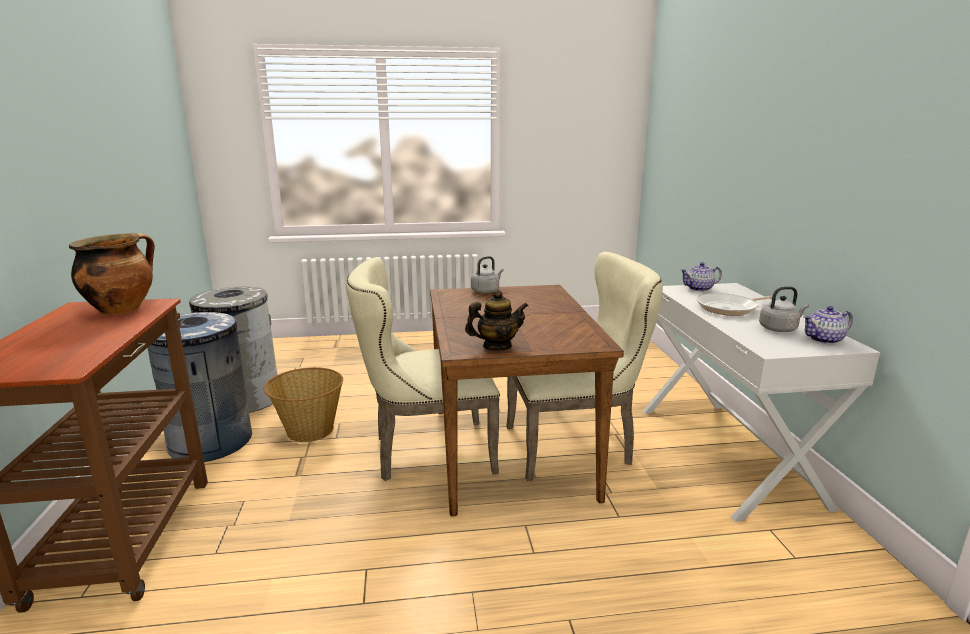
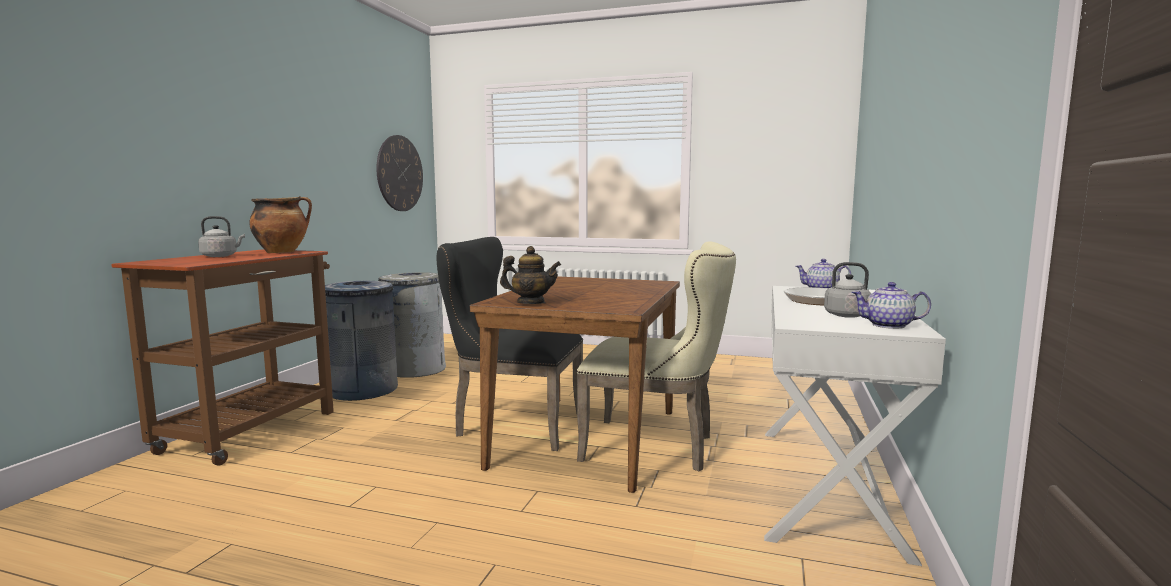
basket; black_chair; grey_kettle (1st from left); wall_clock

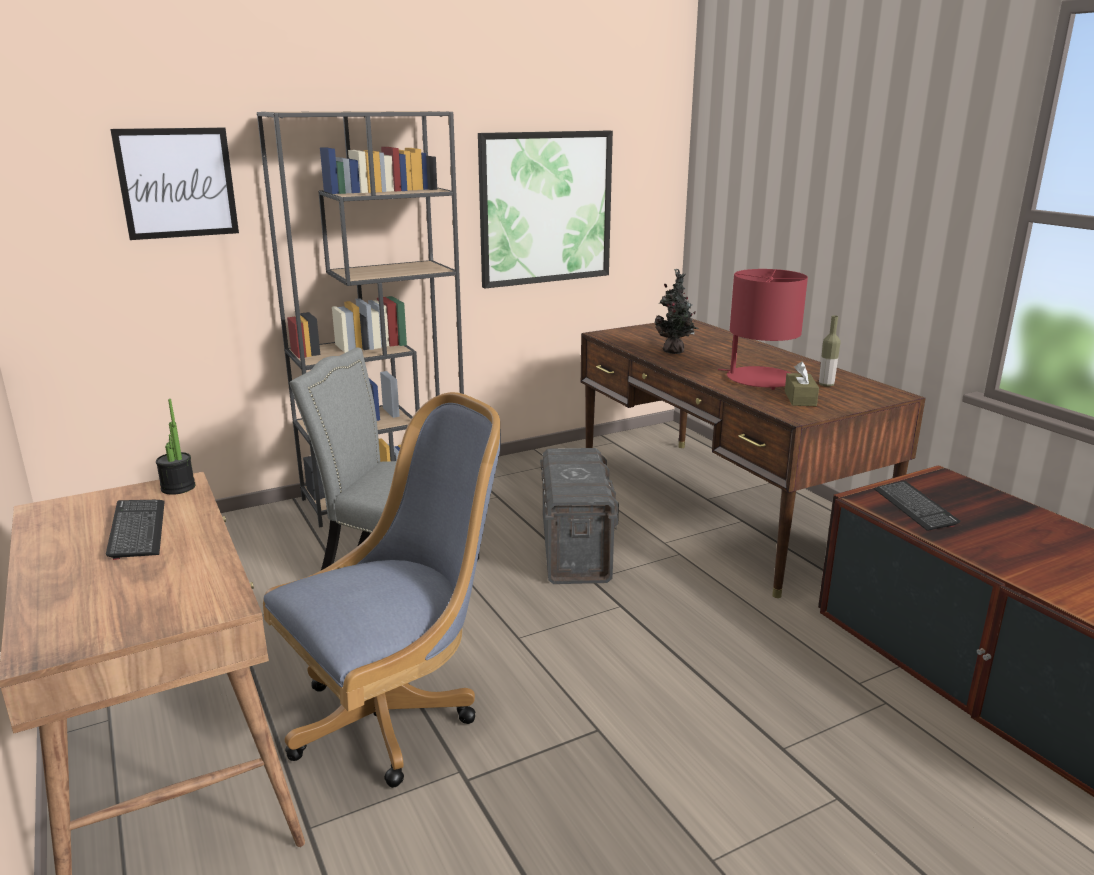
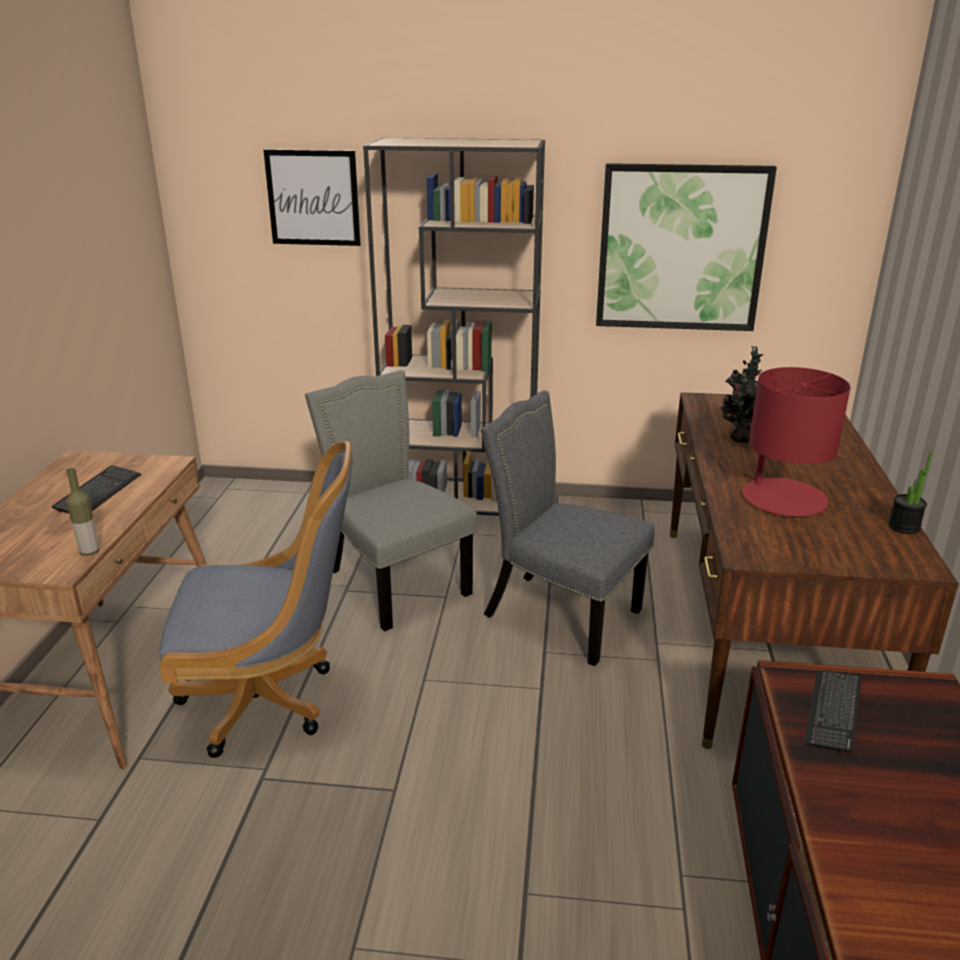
potted_plant (2nd from left); grey_chair (2nd from left); brown_tissue_box; bottle

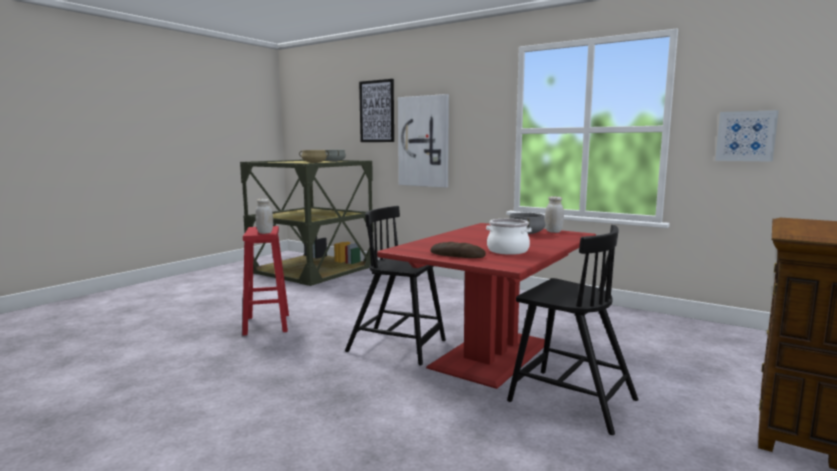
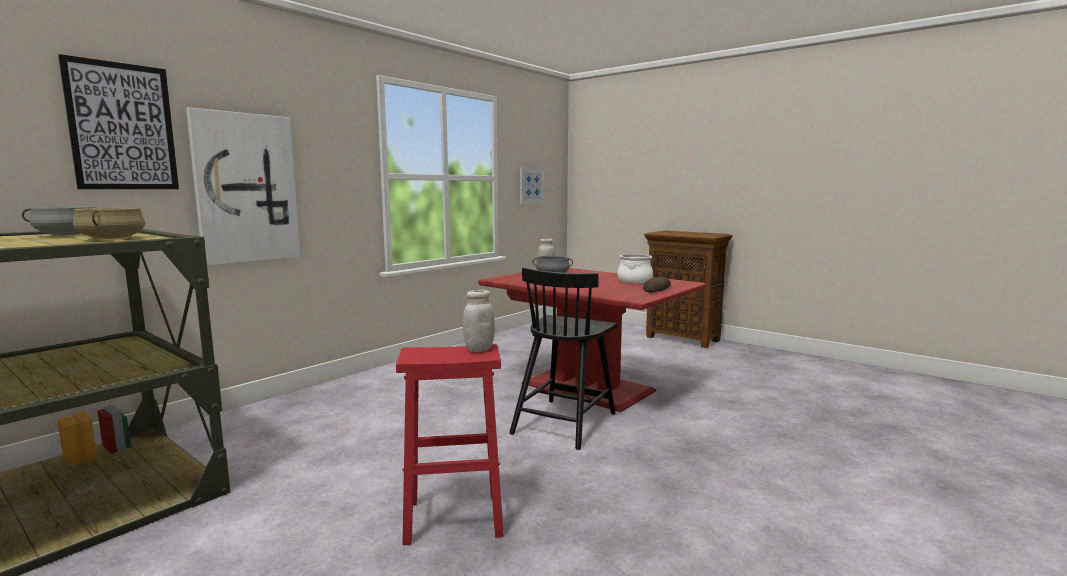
black_chair (2nd from left in the first image)

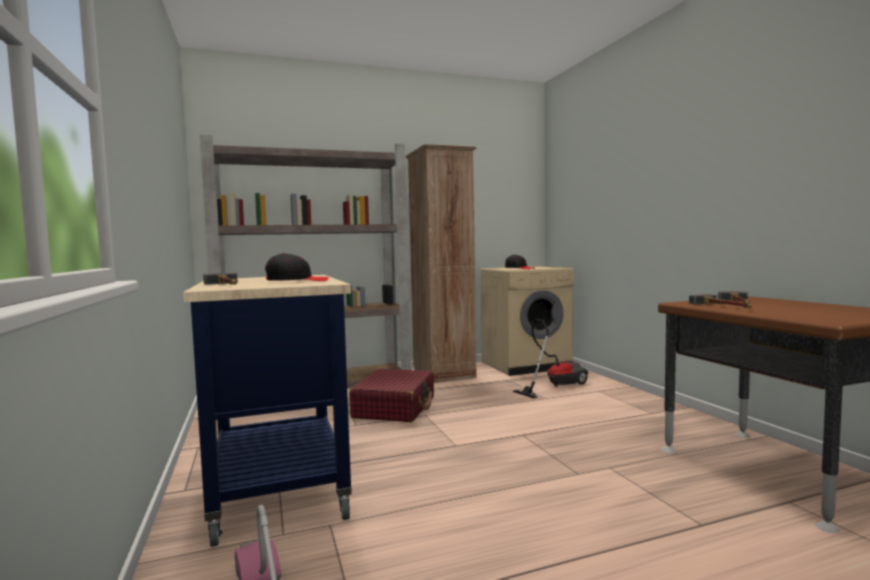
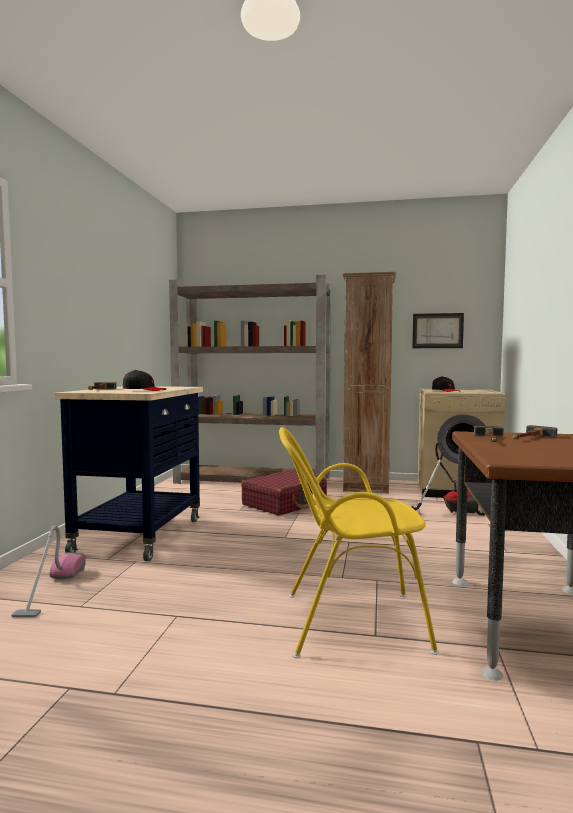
yellow_chair; picture

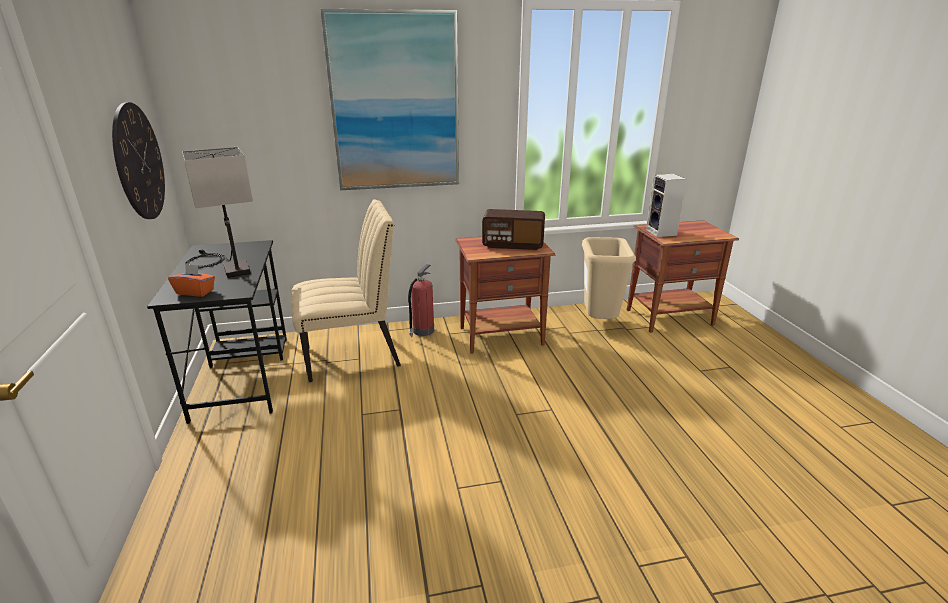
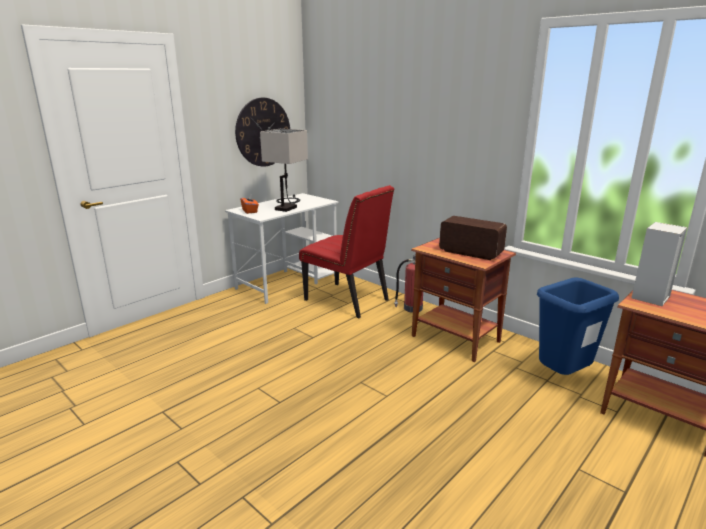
white_desk; red_chair; picture; radio; blue_trash_can

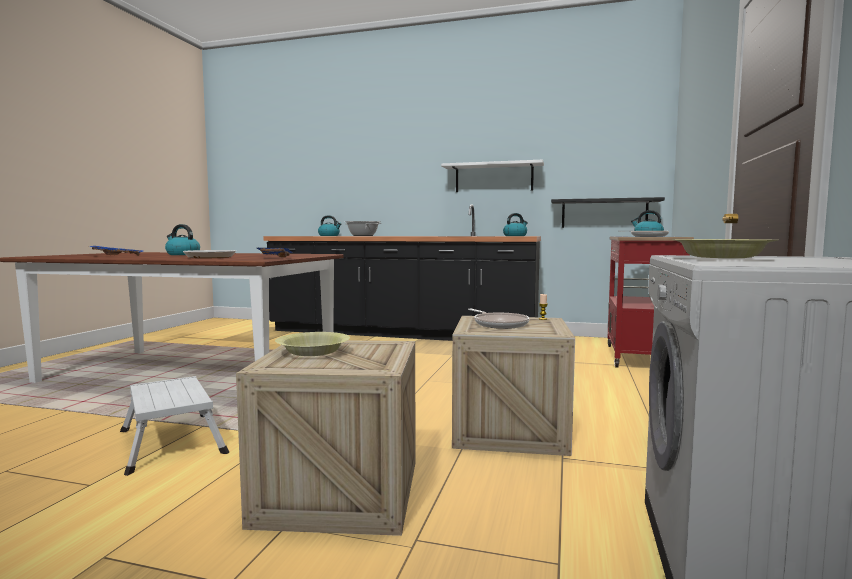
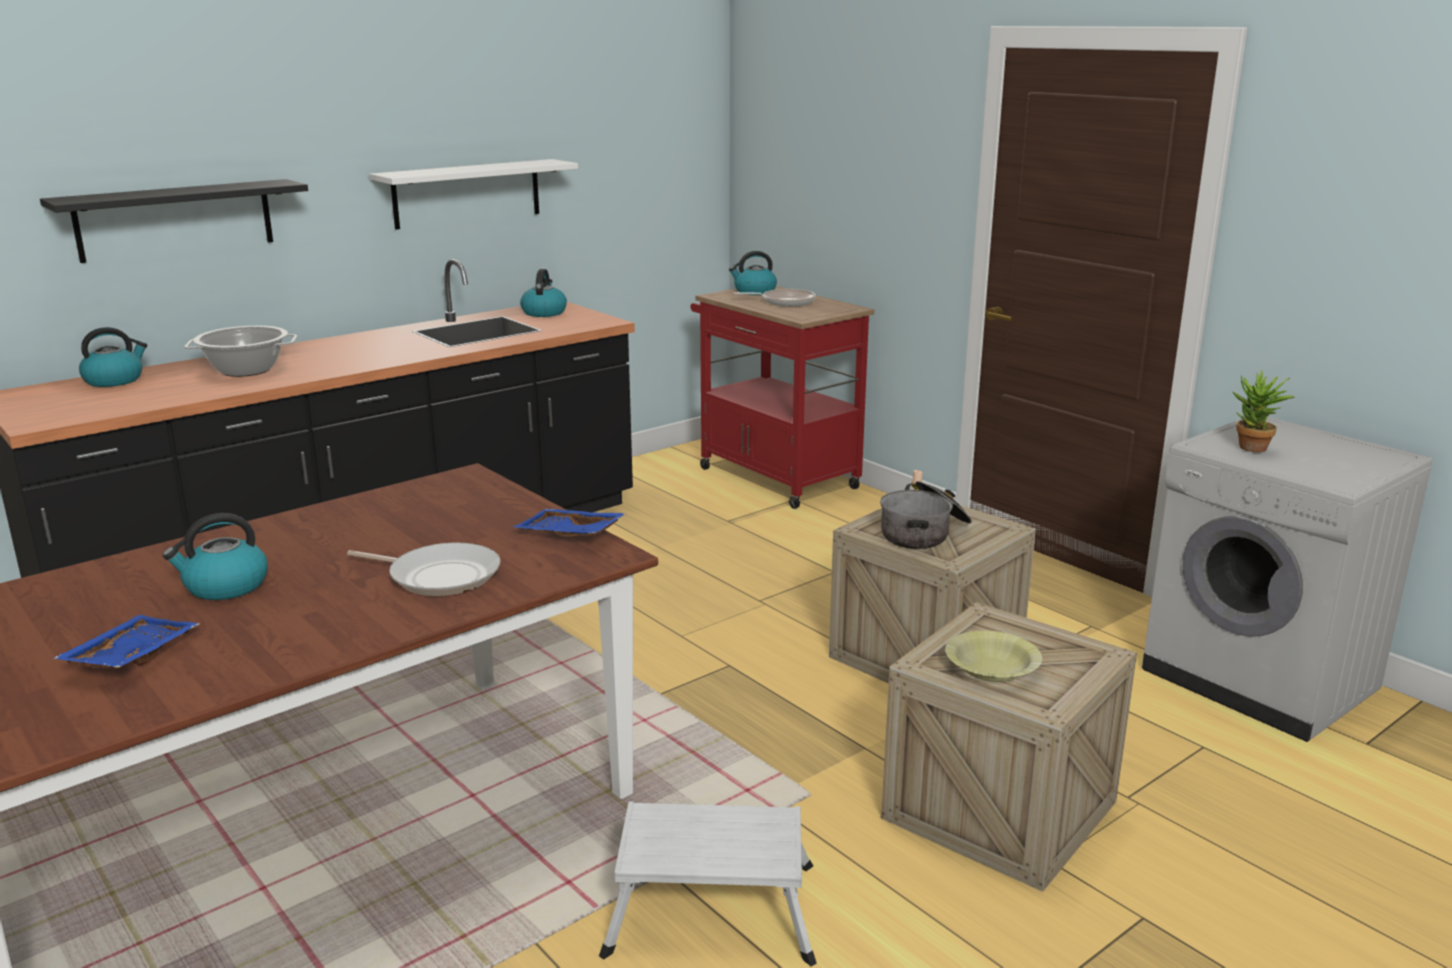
cooking_pot (2nd from left); black_shelf; potted_plant

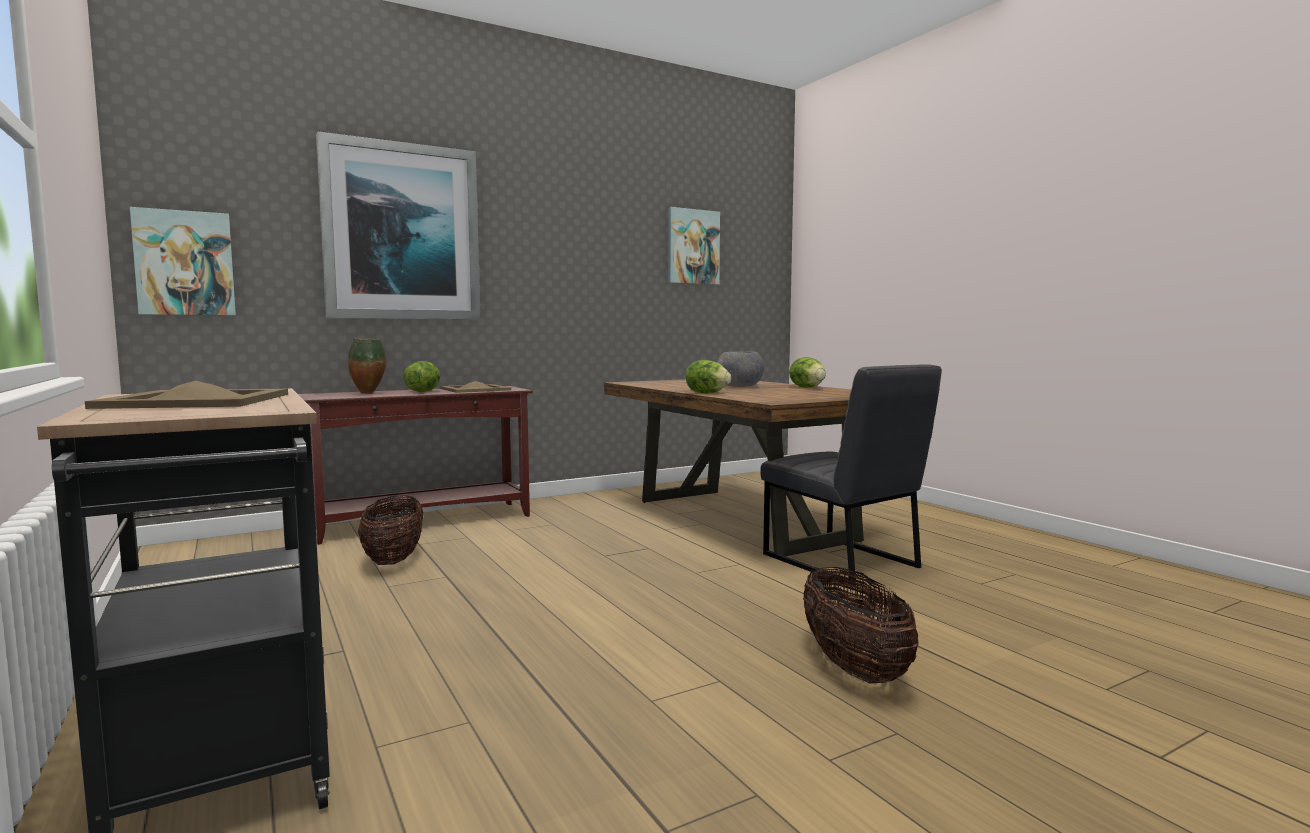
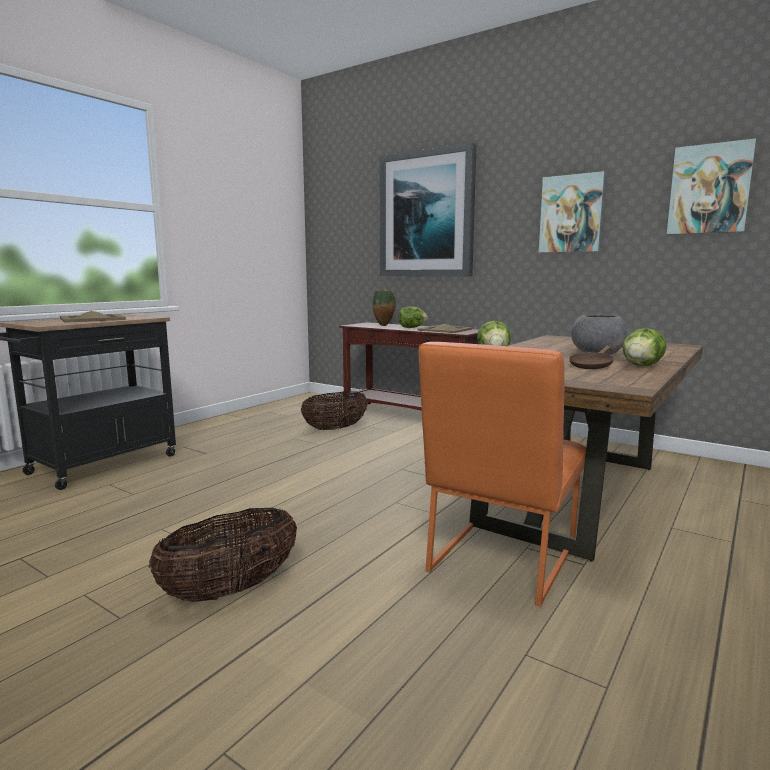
picture (2nd from left); orange_chair; brown_frying_pan

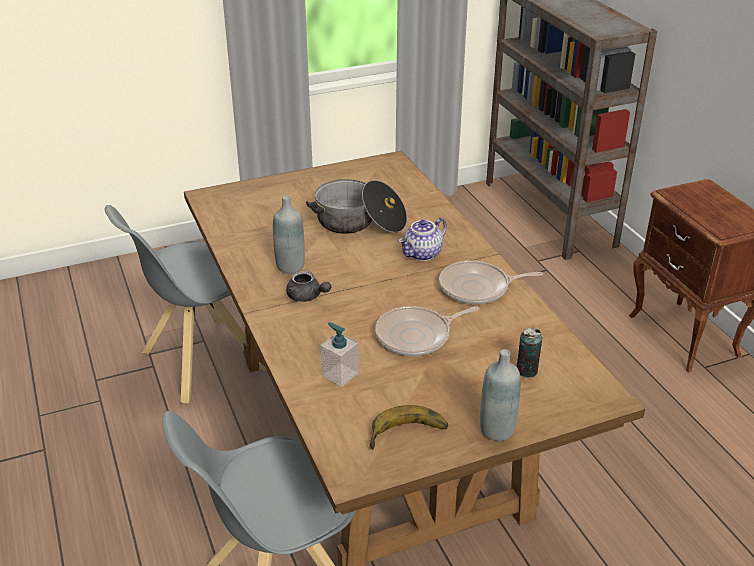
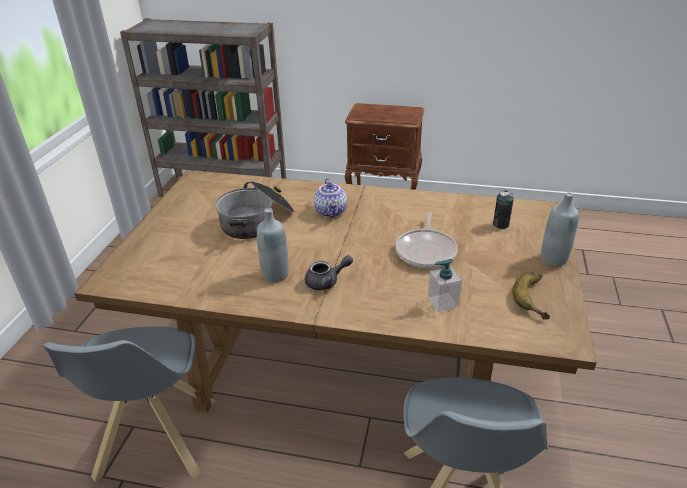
frying_pan (2nd from left in the first image)

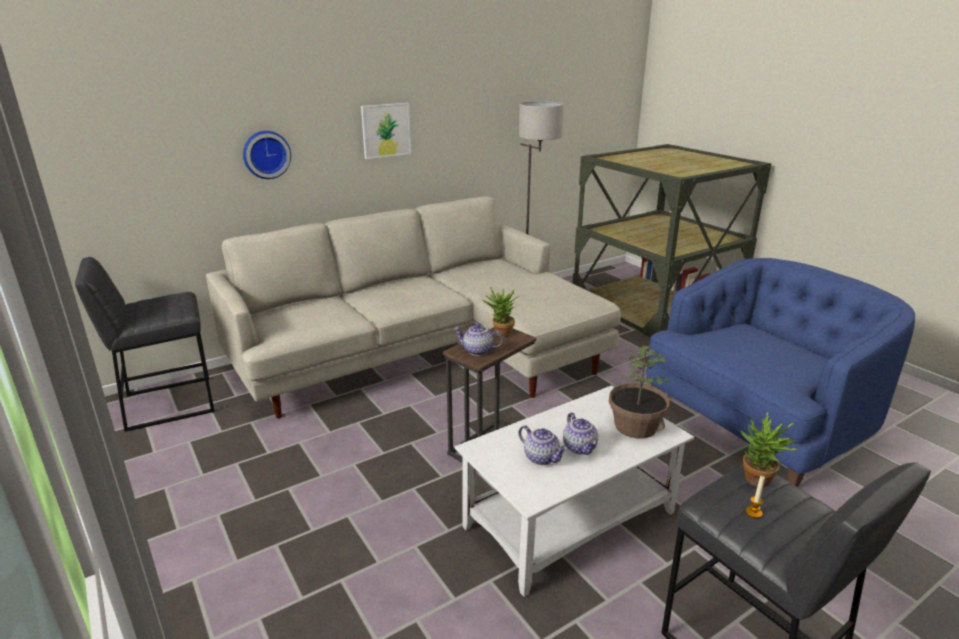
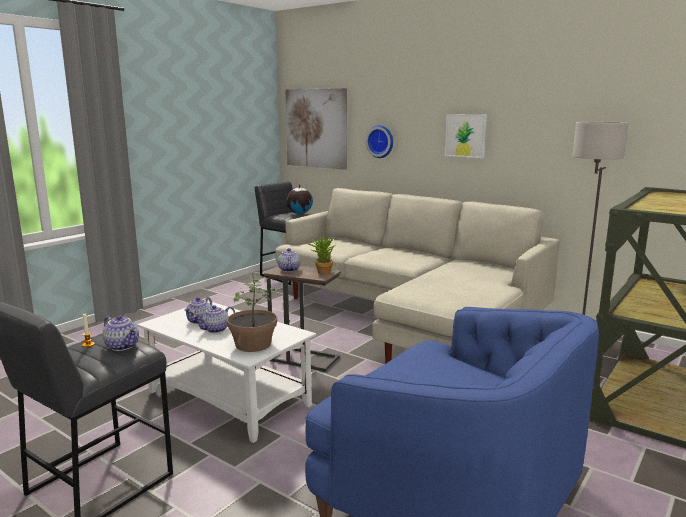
teapot (1st from left); picture (1st from left); globe

